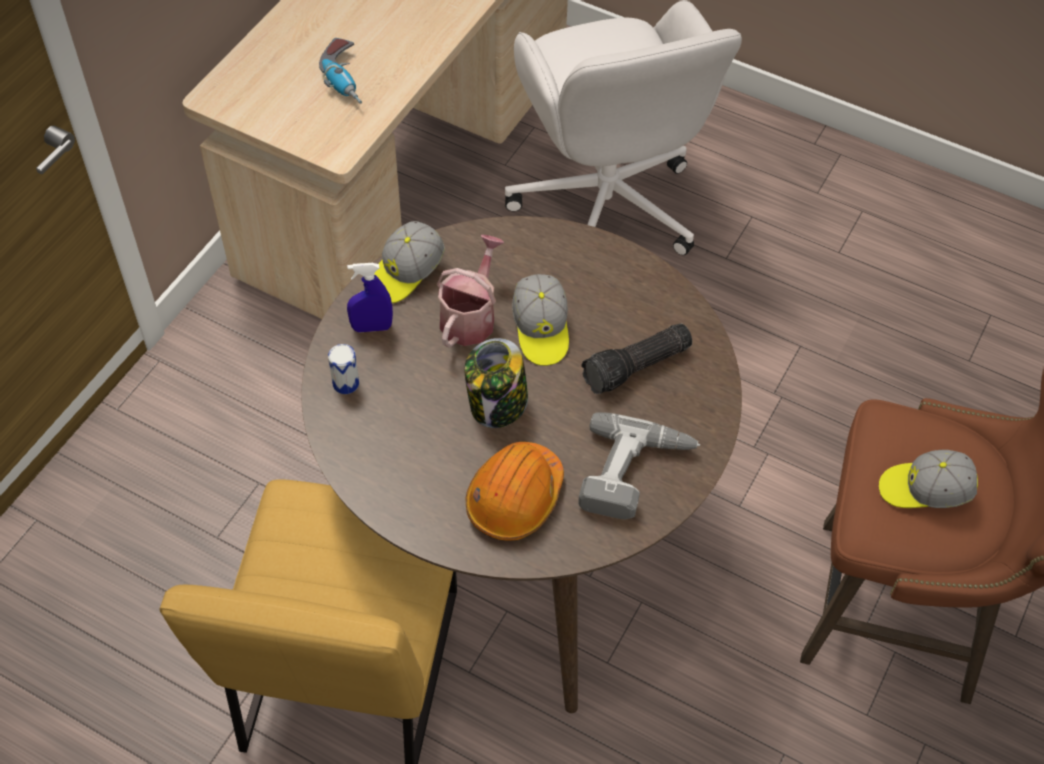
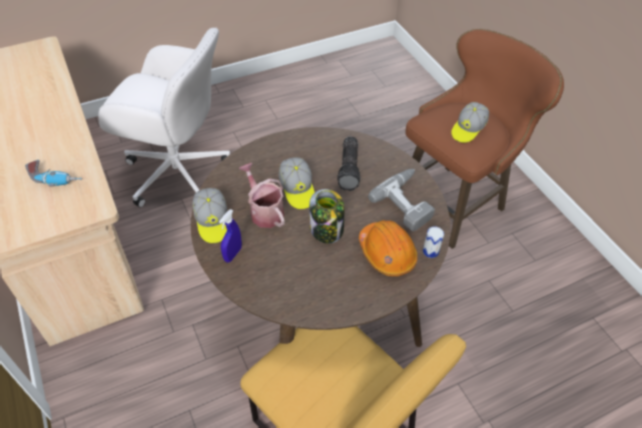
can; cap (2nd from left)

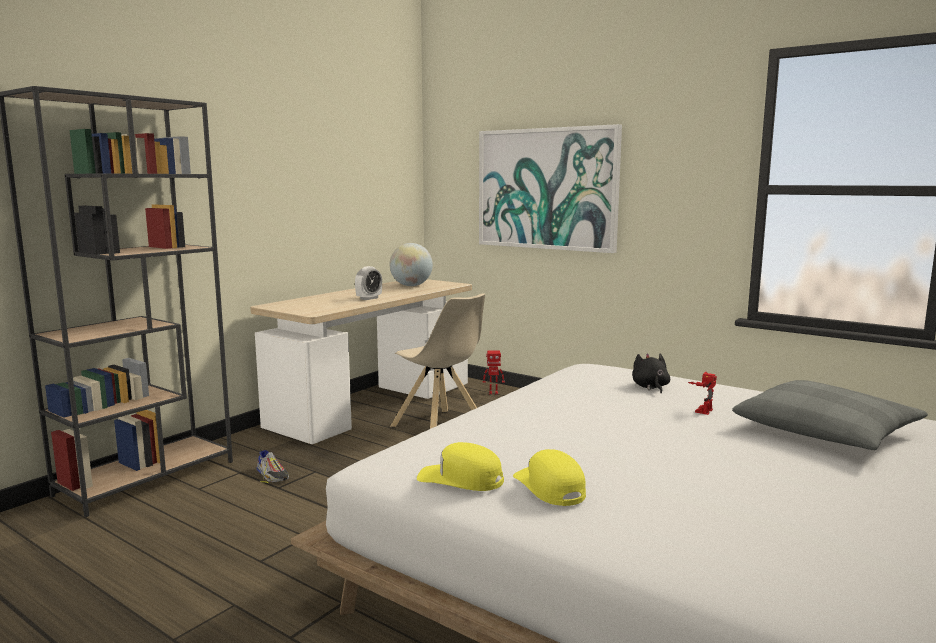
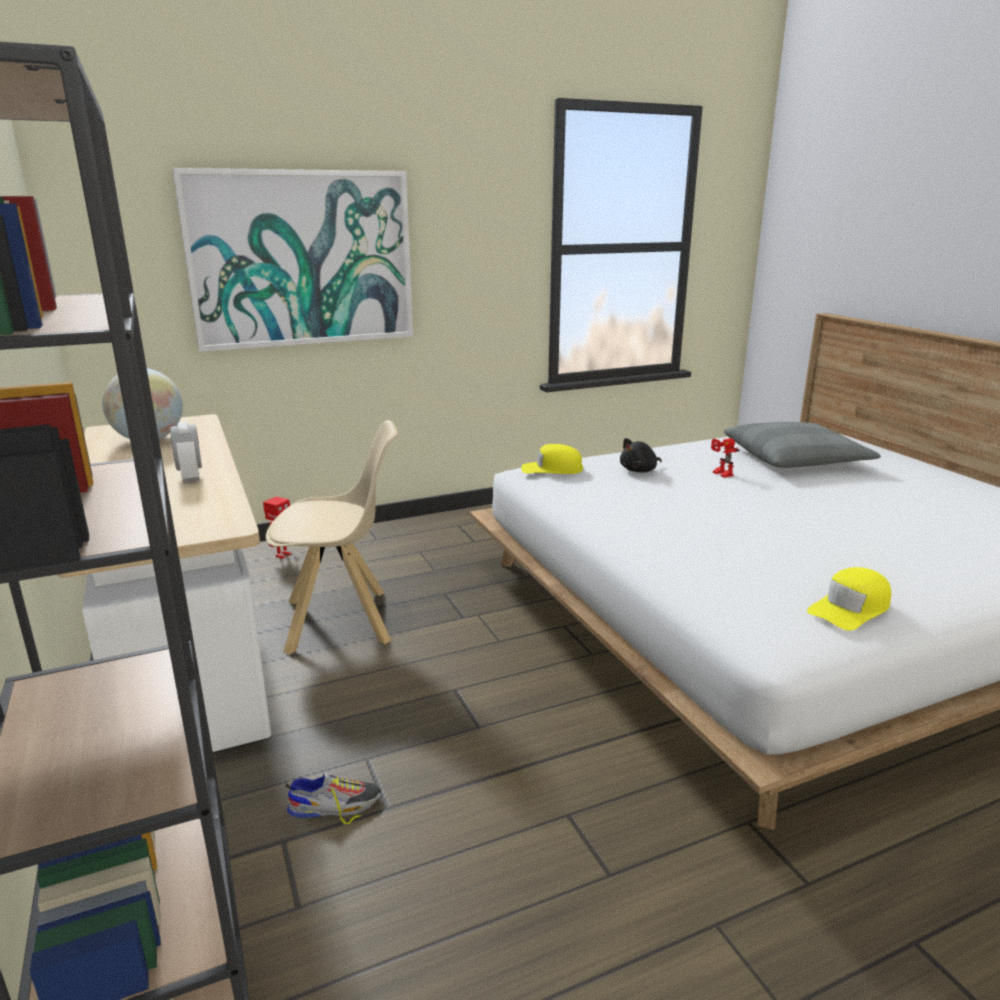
yellow_cap (1st from left); black_plush_toy

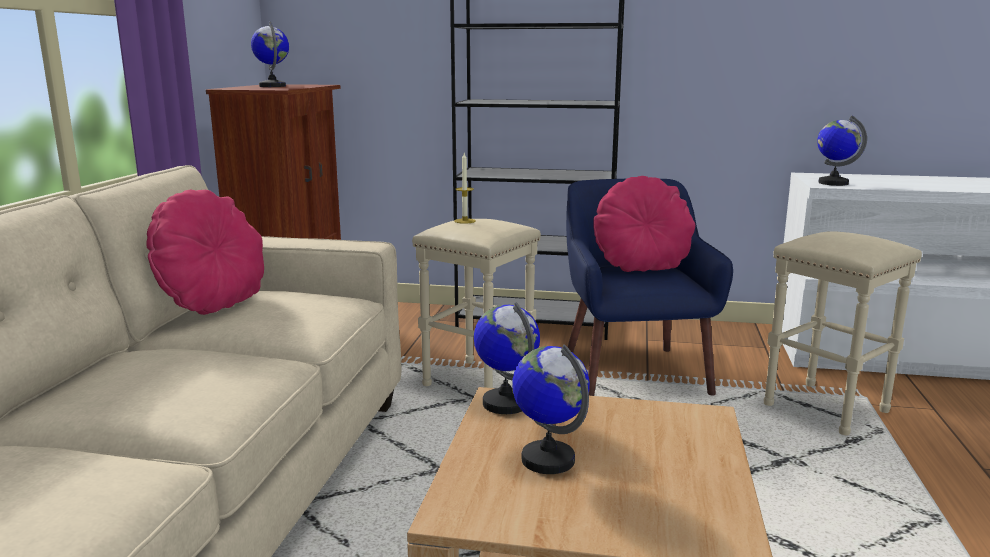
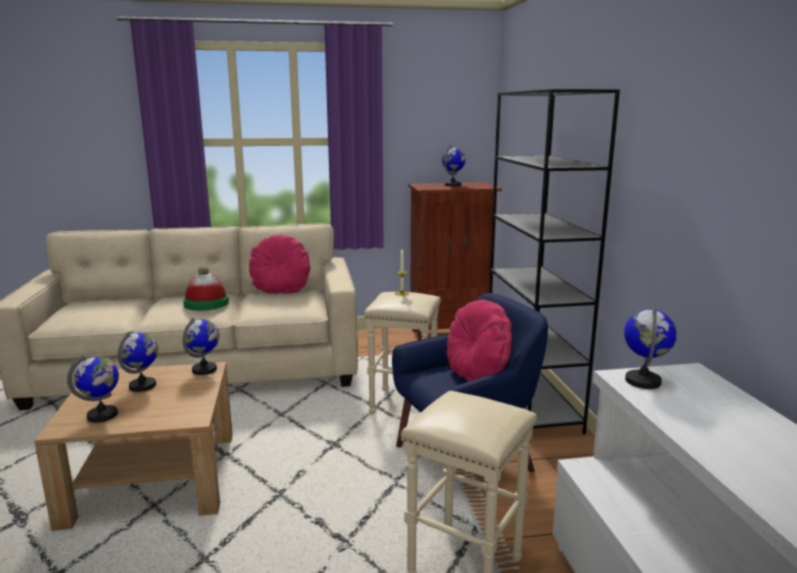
globe (1st from left); hat

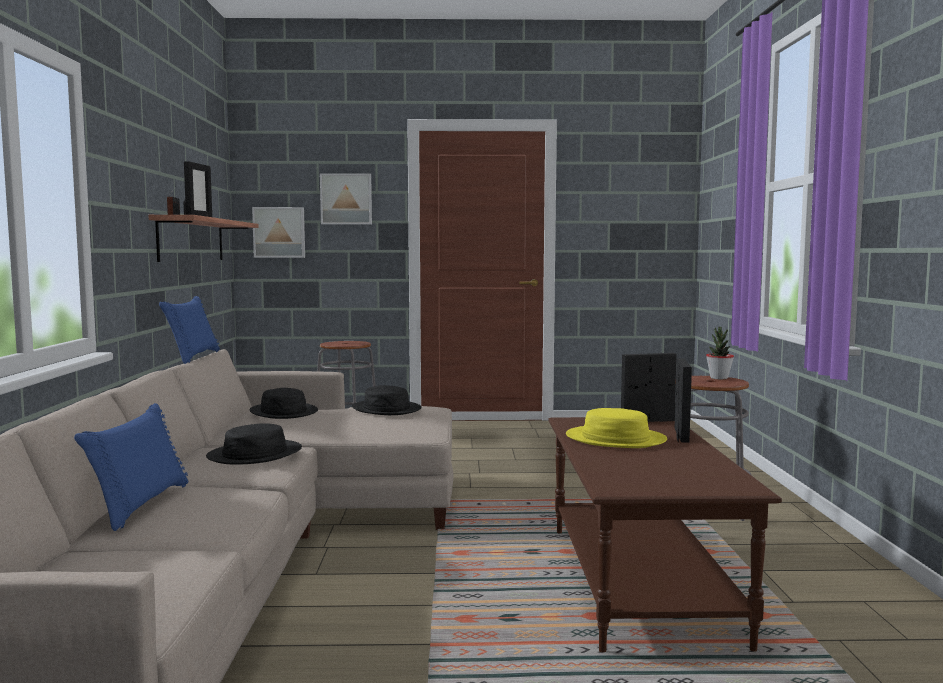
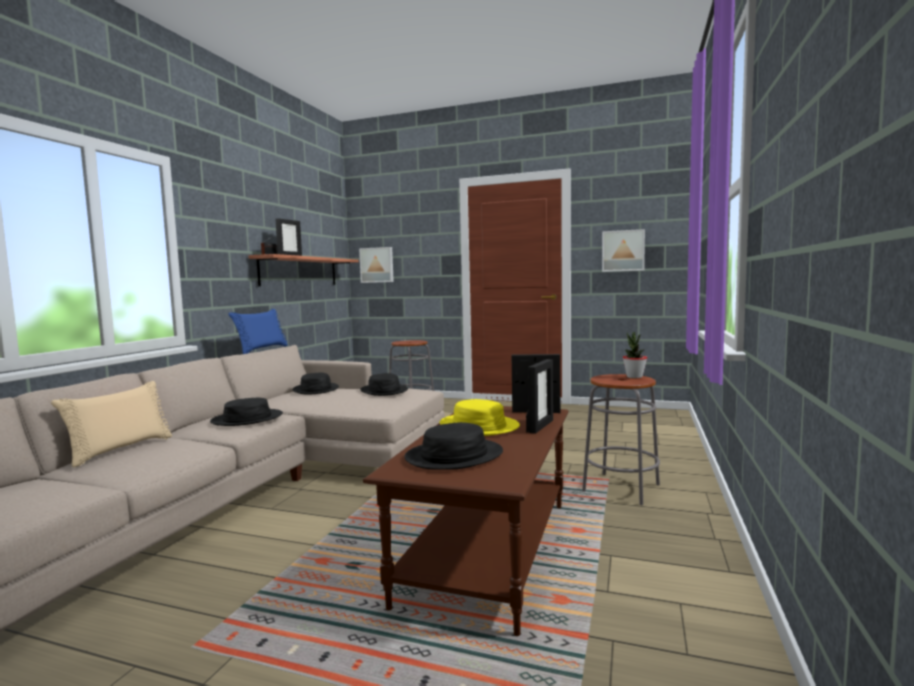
beige_pillow; picture (2nd from left); black_hat (4th from left)

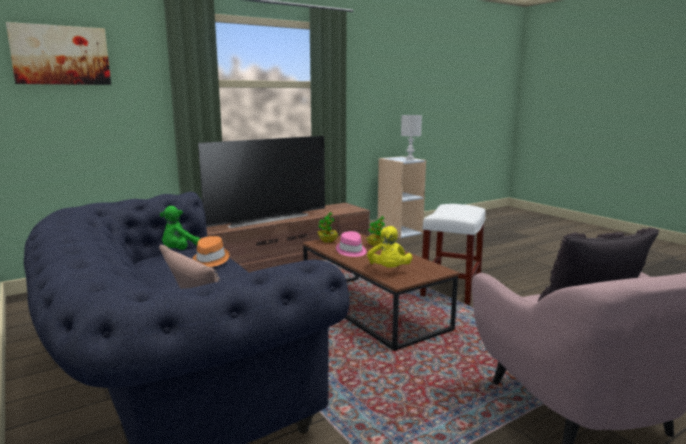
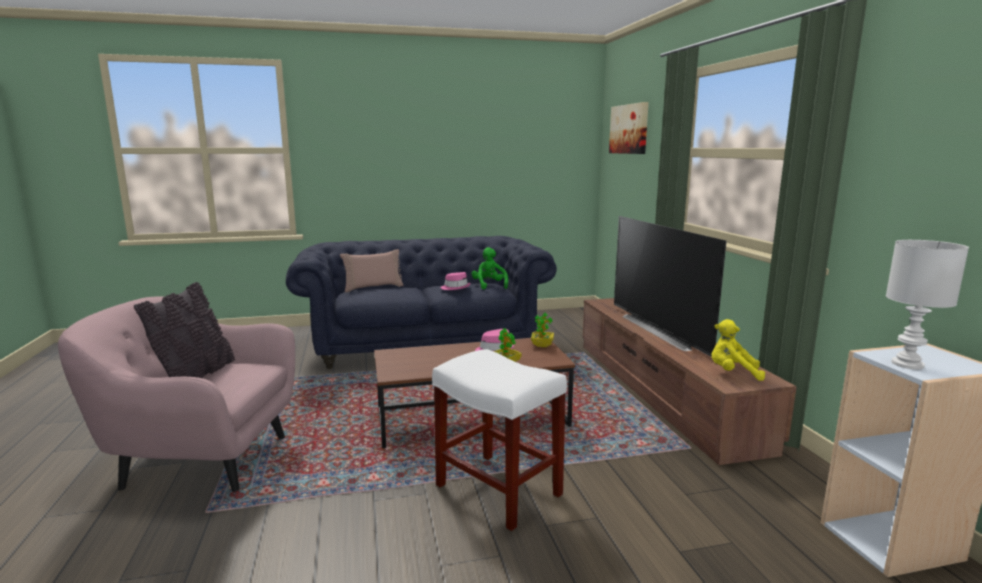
pink_hat (1st from left); yellow_plush_toy

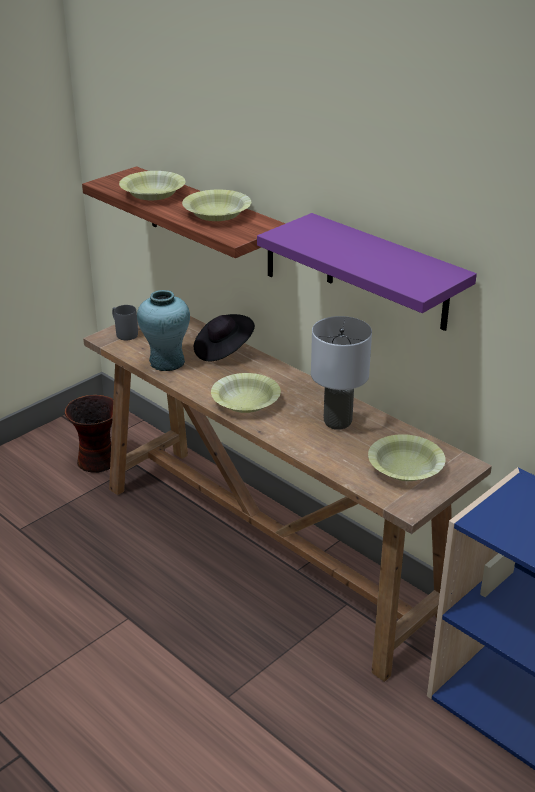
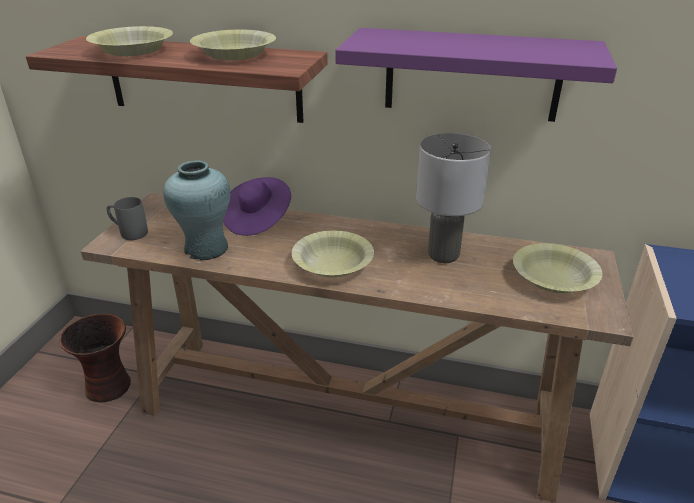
purple_hat

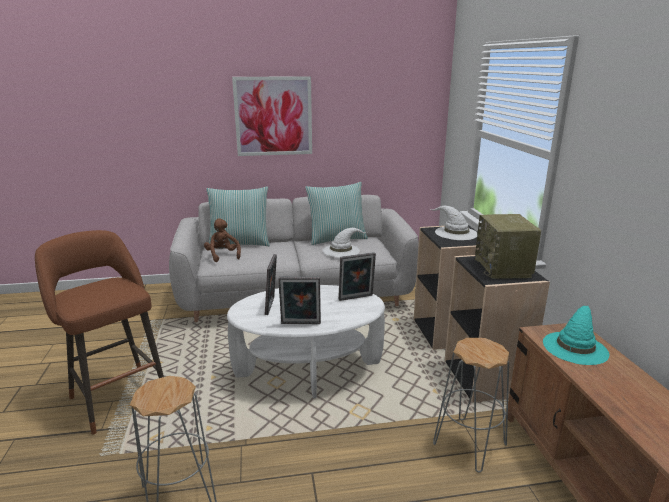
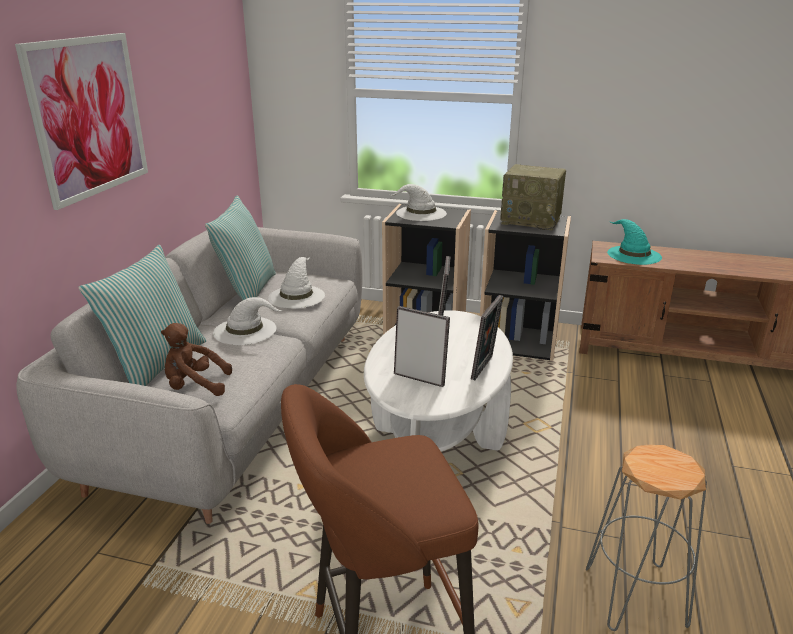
grey_stool (2nd from left in the first image); white_hat (1st from left)

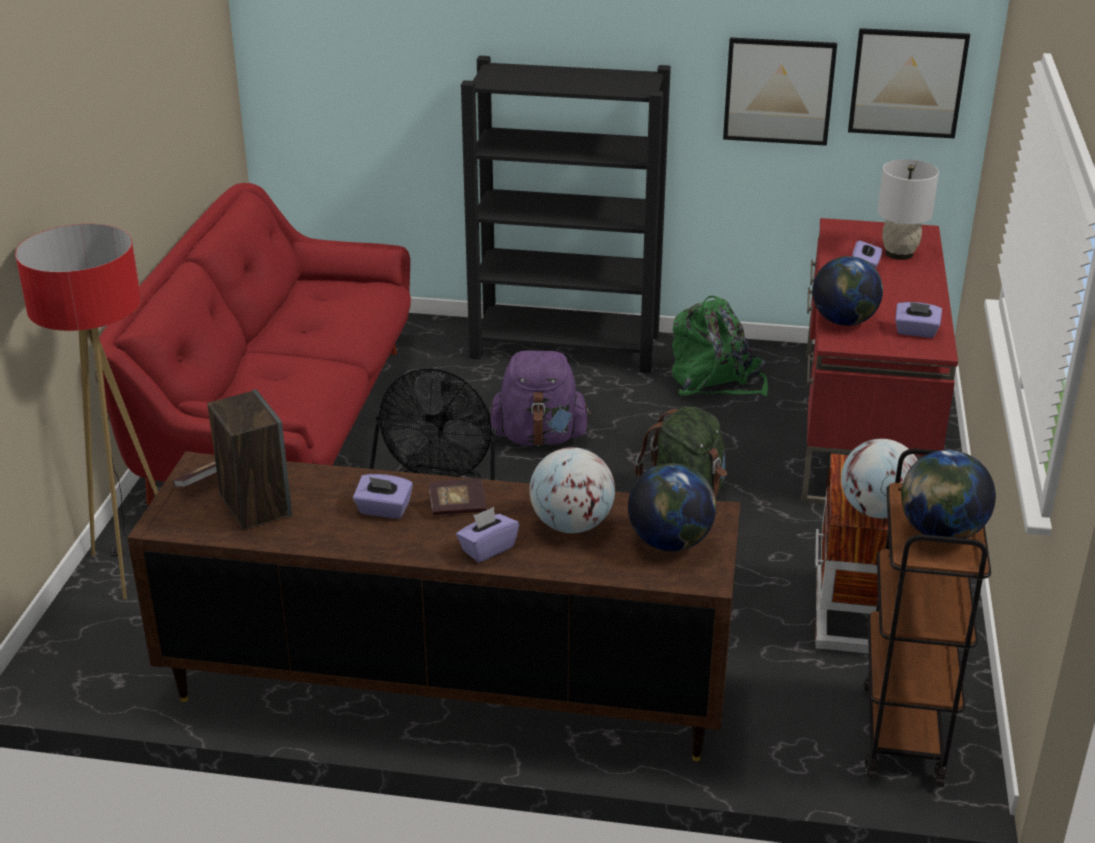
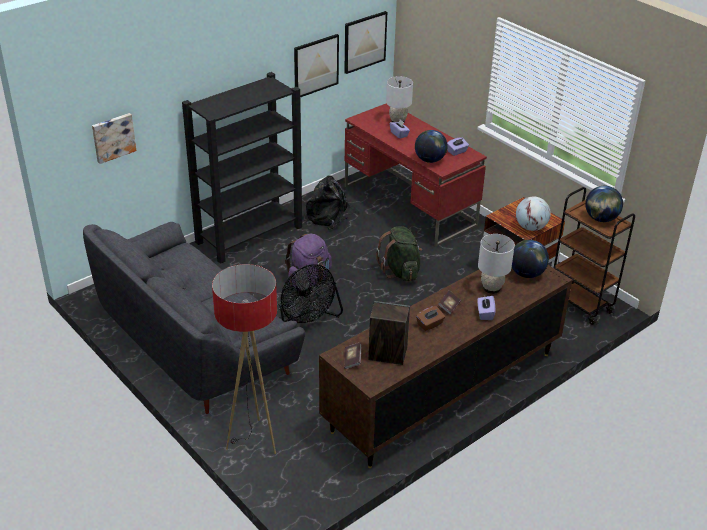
grey_sofa; brown_tissue_box; white_table_lamp (2nd from left); black_backpack; picture (1st from left)

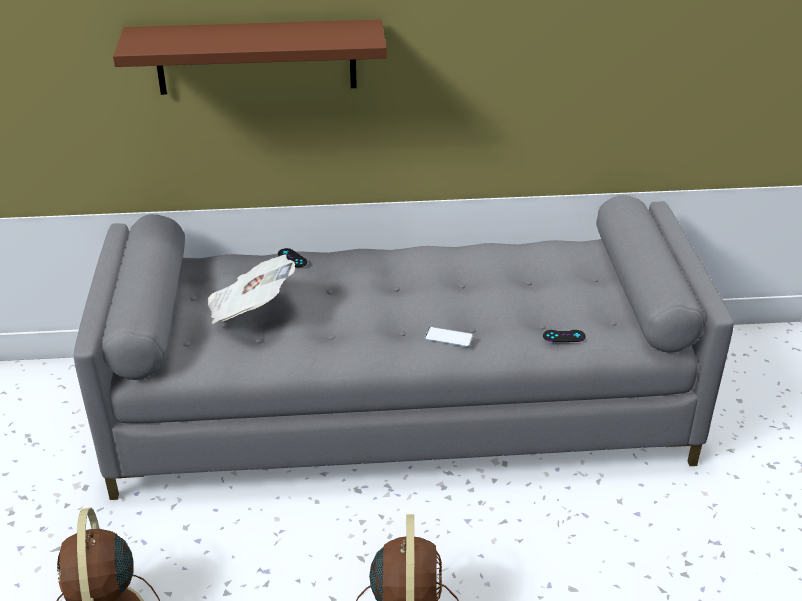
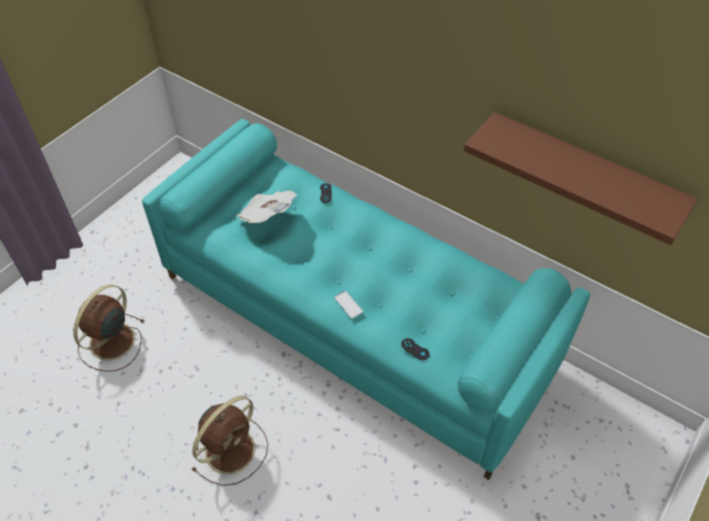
turquoise_sofa; brown_shelf

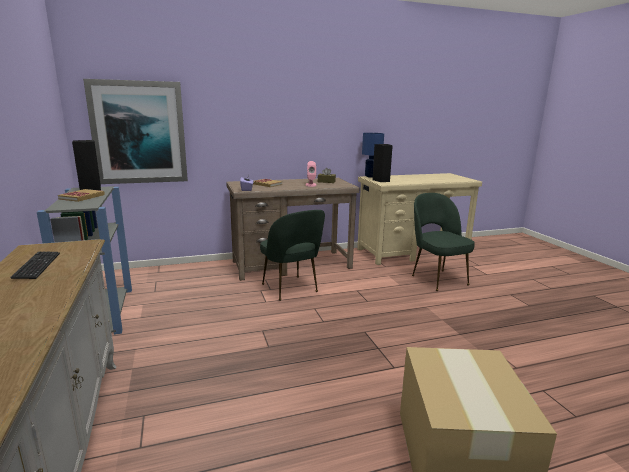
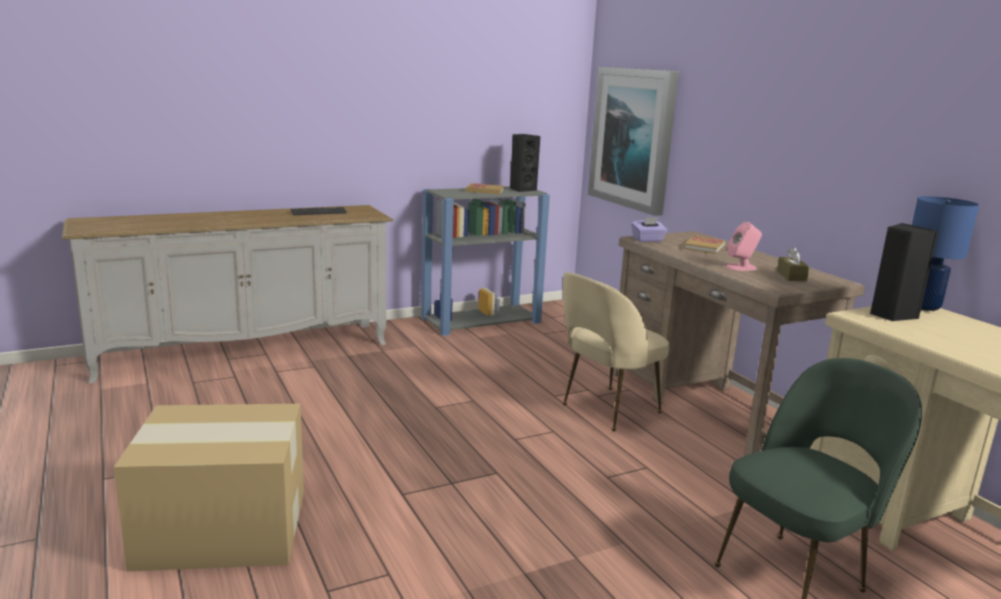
beige_chair

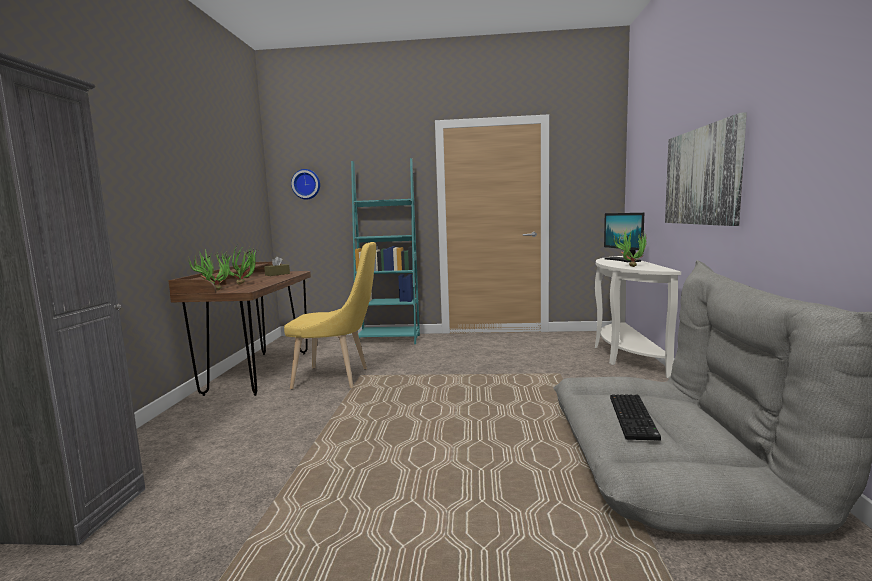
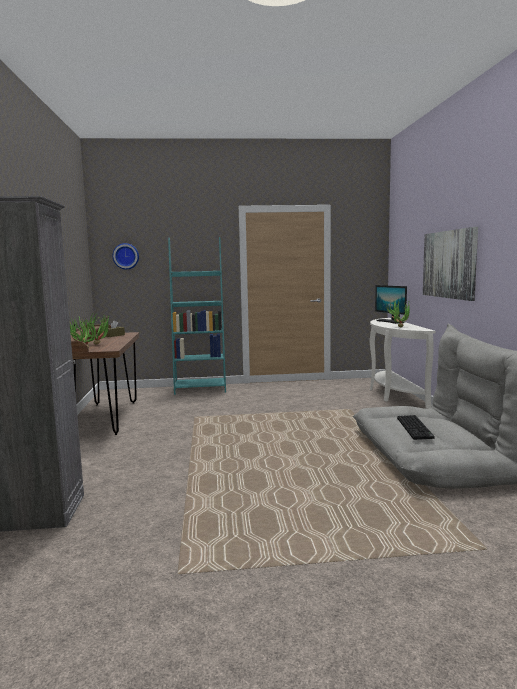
yellow_chair

